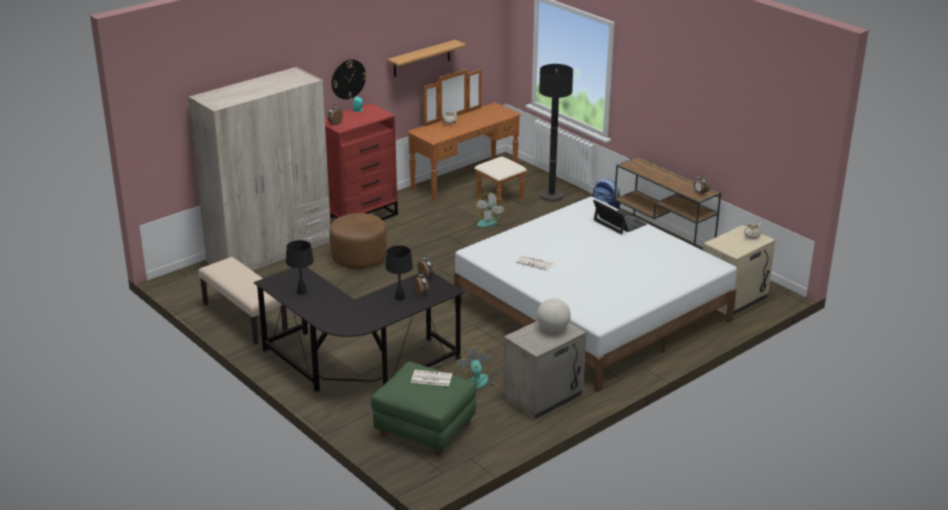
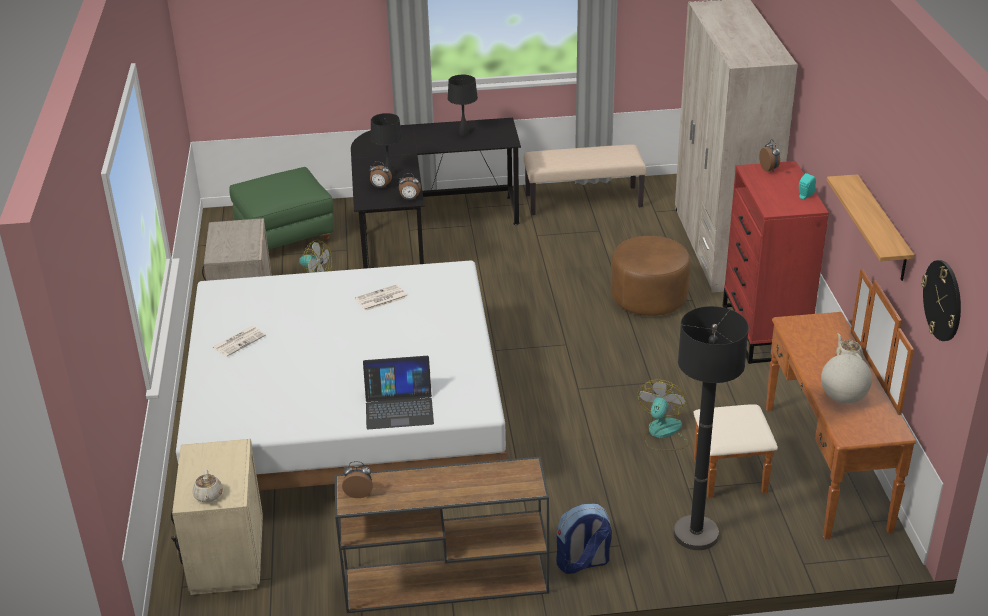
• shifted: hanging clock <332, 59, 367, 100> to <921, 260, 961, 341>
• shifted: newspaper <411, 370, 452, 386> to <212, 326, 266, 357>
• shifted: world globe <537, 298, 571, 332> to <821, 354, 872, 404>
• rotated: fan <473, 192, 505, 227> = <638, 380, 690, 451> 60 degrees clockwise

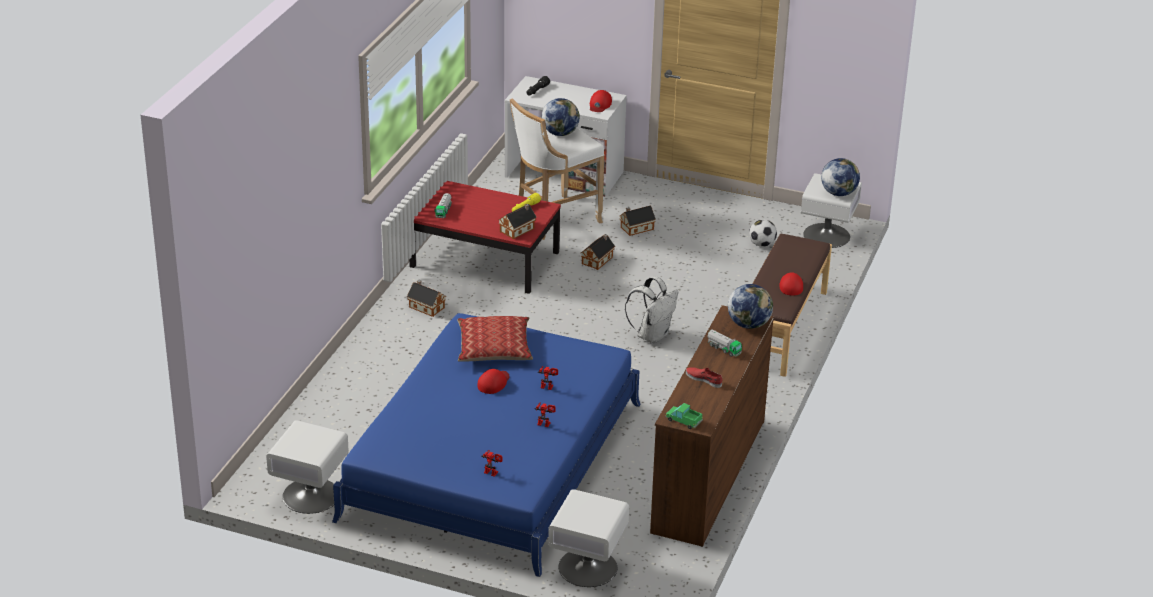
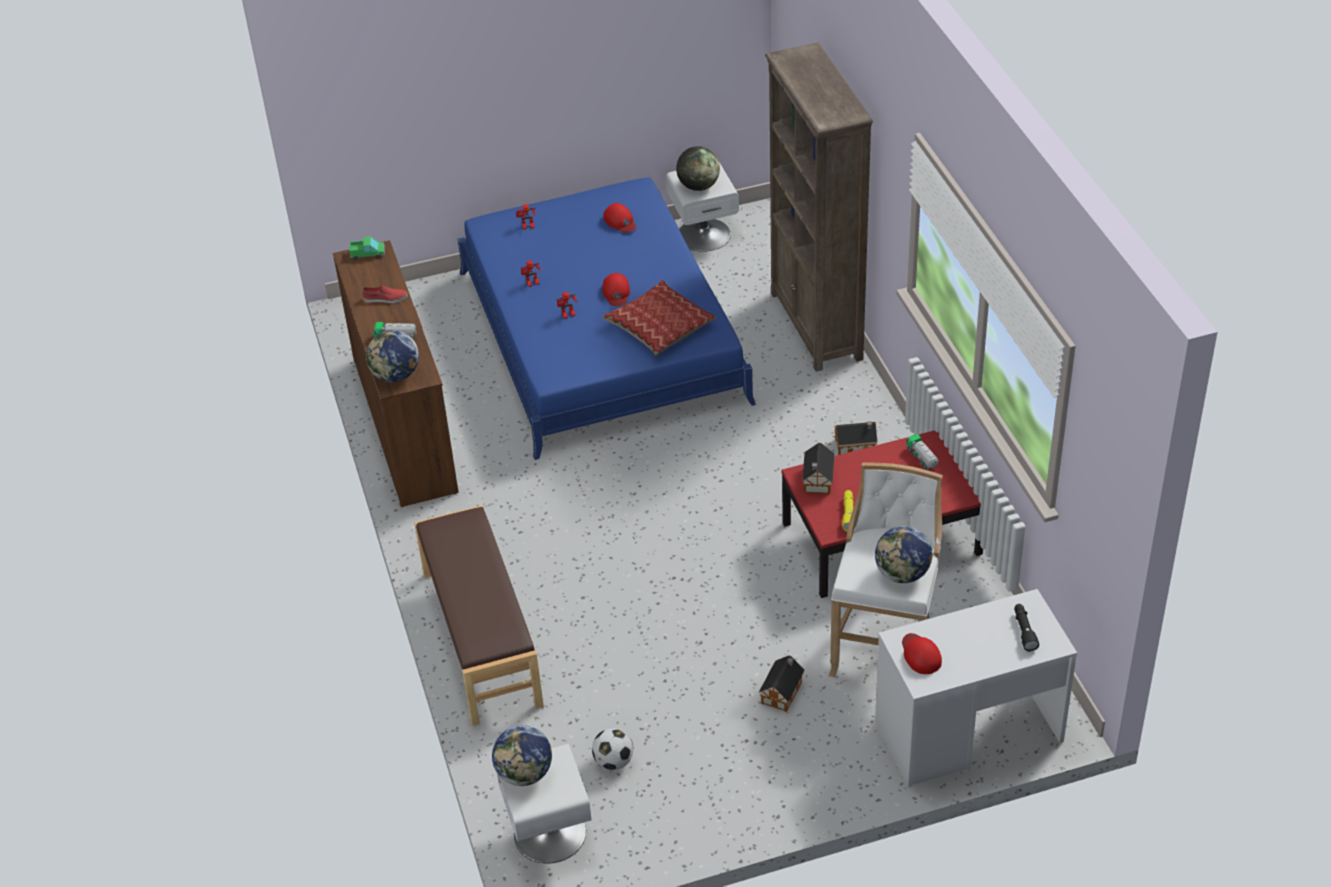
• gone: night table (white) <548, 489, 629, 587>
• gone: toy house <581, 234, 615, 270>
• gone: backpack (white) <625, 276, 678, 344>
• new: world globe <676, 146, 720, 191>
• new: bookcase (brown) <765, 42, 873, 372>
• shifted: baseball cap (reddish) <779, 272, 803, 296> to <603, 203, 636, 233>

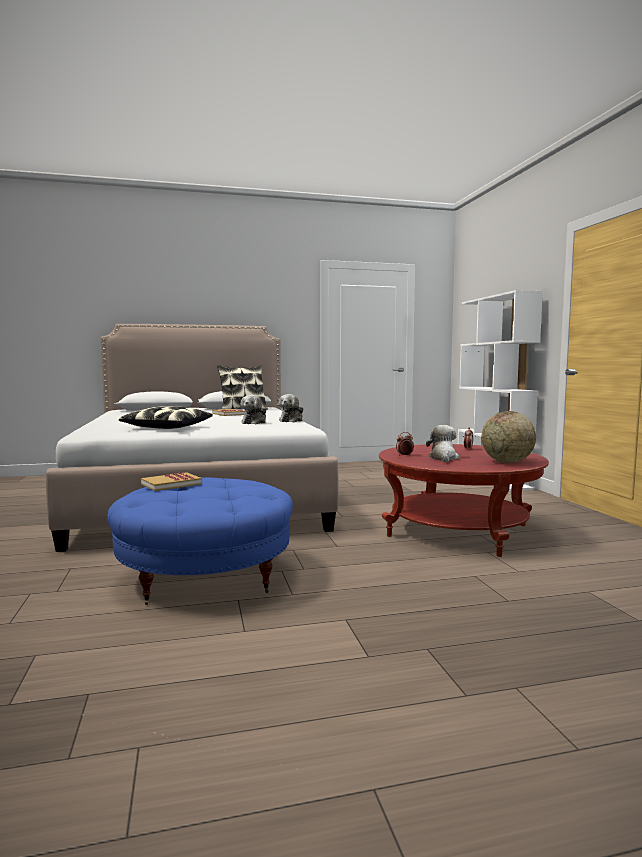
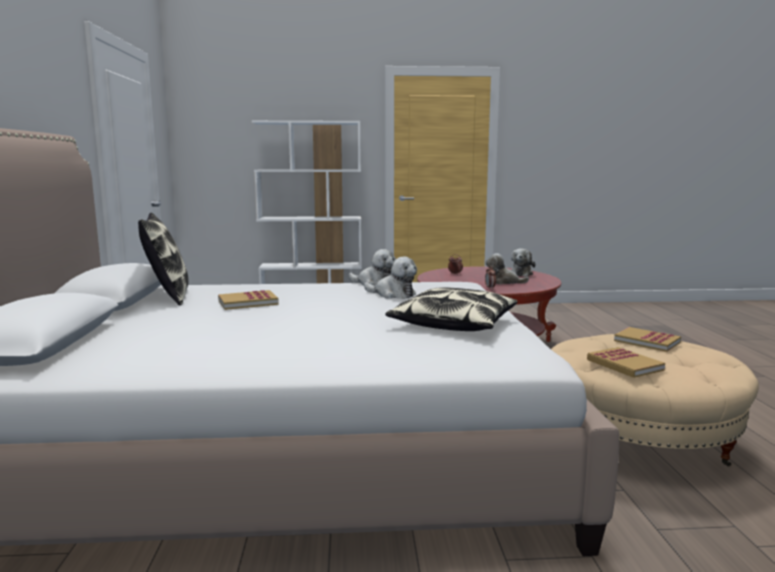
• new: book <614, 327, 681, 352>
• swapped: world globe <481, 411, 536, 463> to soft toy <511, 248, 536, 277>
• repainted: footrest (bluish) <107, 477, 293, 605> to footrest (beige) <551, 334, 759, 467>

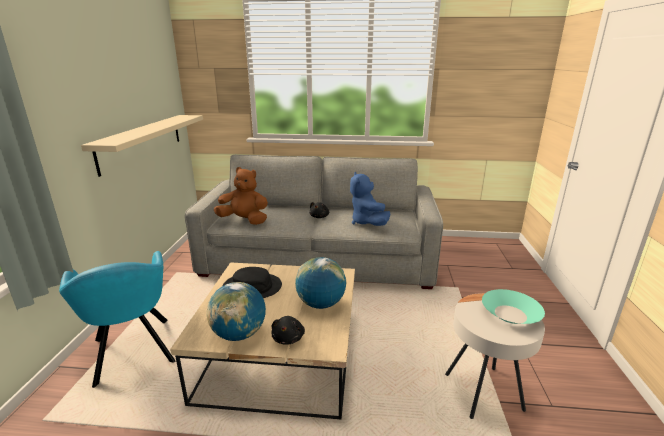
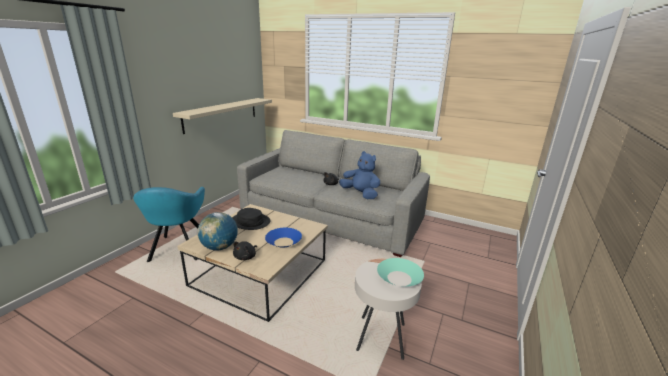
• gone: soft toy (brown) <214, 167, 268, 225>
• swapped: world globe <295, 257, 347, 309> to serving bowl (bluish) <265, 228, 302, 248>
• rotated: soft toy (bluish) <350, 172, 390, 226> = <339, 151, 380, 199> 120 degrees clockwise

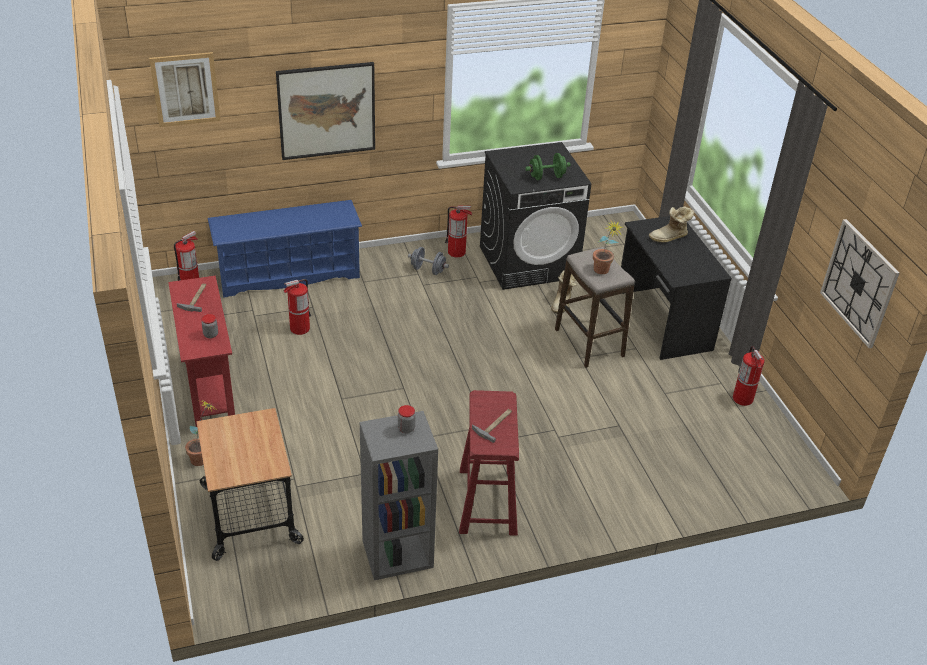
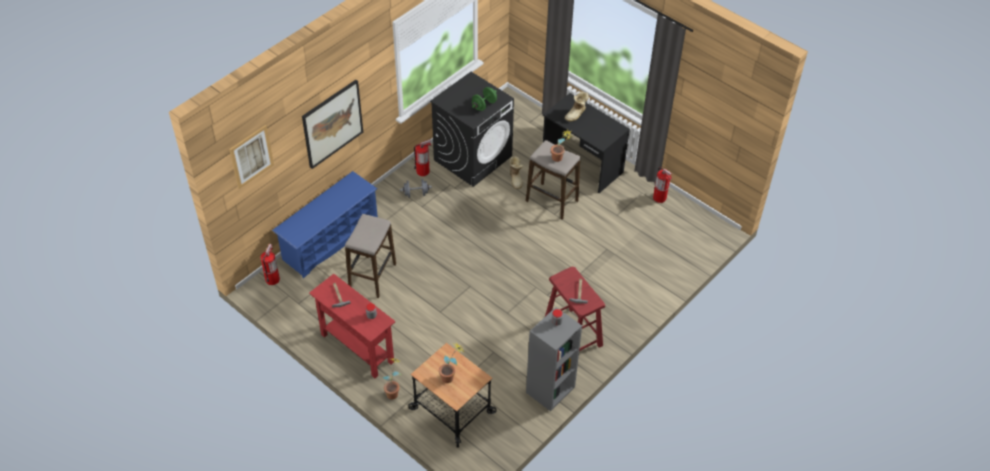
• gone: hanging clock <820, 219, 900, 348>
• new: plant in a pot <439, 344, 463, 383>
• swapped: fire-fighting cylinder <283, 279, 311, 335> to stool seat <345, 214, 396, 298>

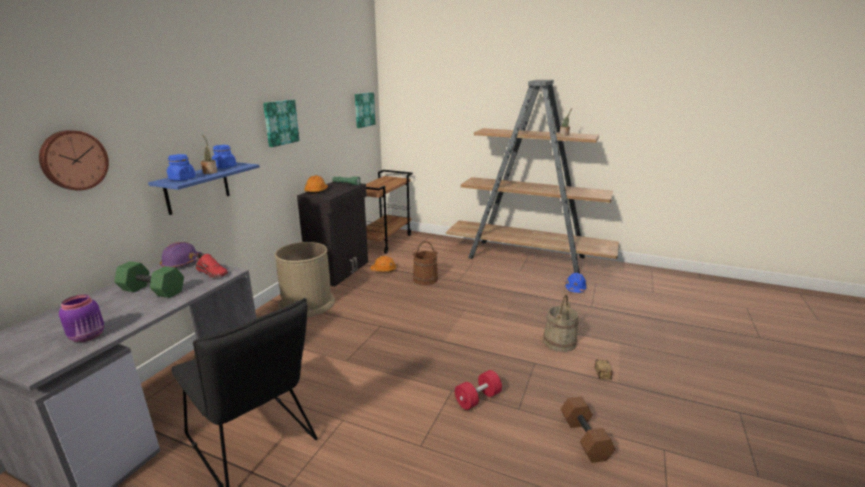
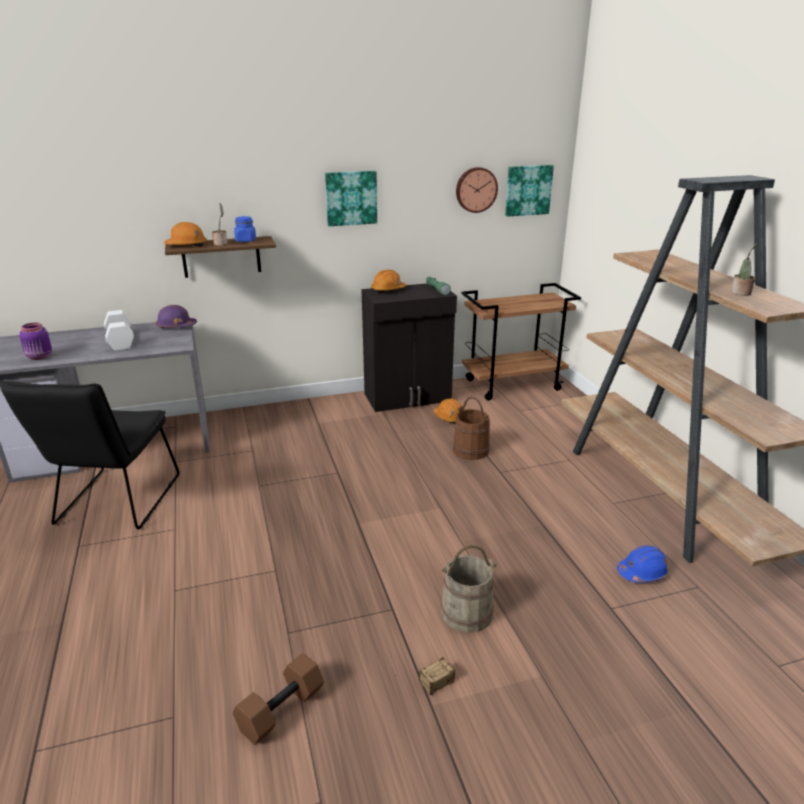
• gone: low shoe (reddish) <196, 253, 228, 278>
• gone: waste bin (brown) <275, 242, 335, 317>
• gone: free weight (reddish) <455, 370, 502, 410>
• shifted: hanging clock <39, 130, 109, 191> to <456, 167, 498, 213>
• swapped: preserve jar (bluish) <167, 154, 196, 181> to hard hat (orange-coloured) <164, 222, 207, 247>
• repainted: free weight (green-coloured) <114, 261, 184, 298> to free weight (white) <104, 310, 134, 351>
• repainted: bracket shelf (bluish) <148, 162, 260, 215> to bracket shelf (brown) <165, 236, 276, 278>

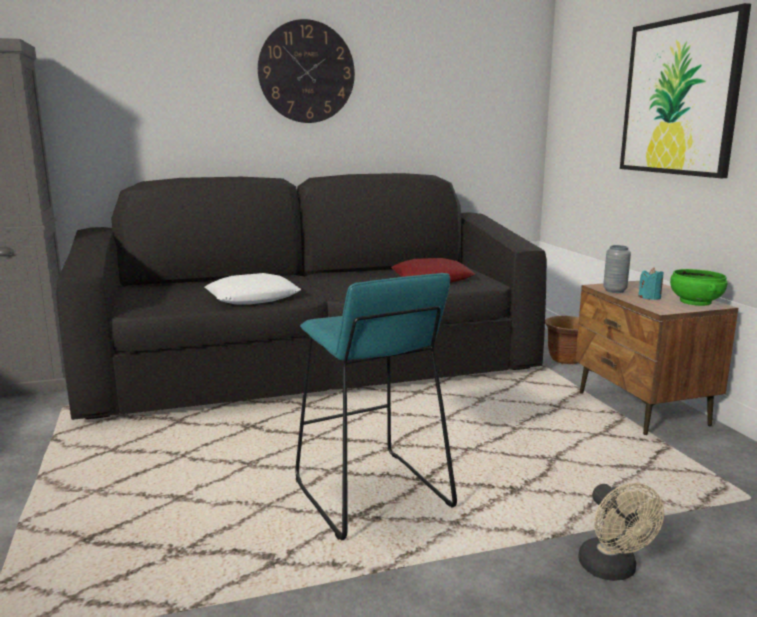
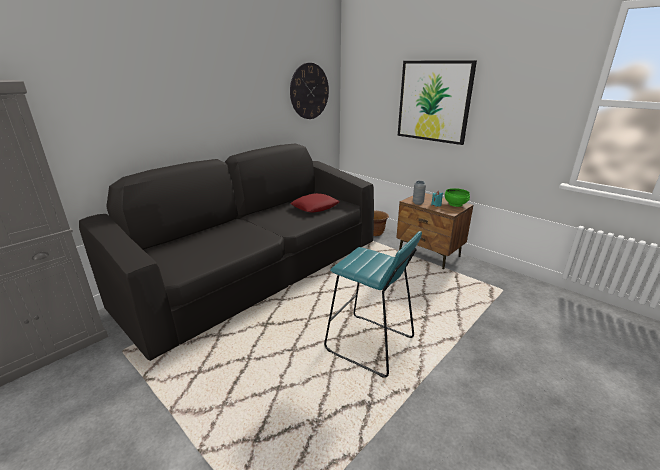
• gone: throw pillow (white) <205, 273, 301, 305>
• gone: fan (beige) <578, 483, 664, 581>
• shifted: hanging clock <258, 19, 355, 123> to <290, 63, 329, 119>

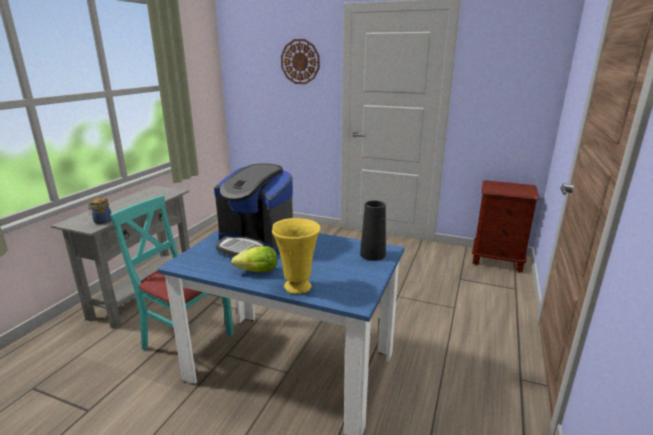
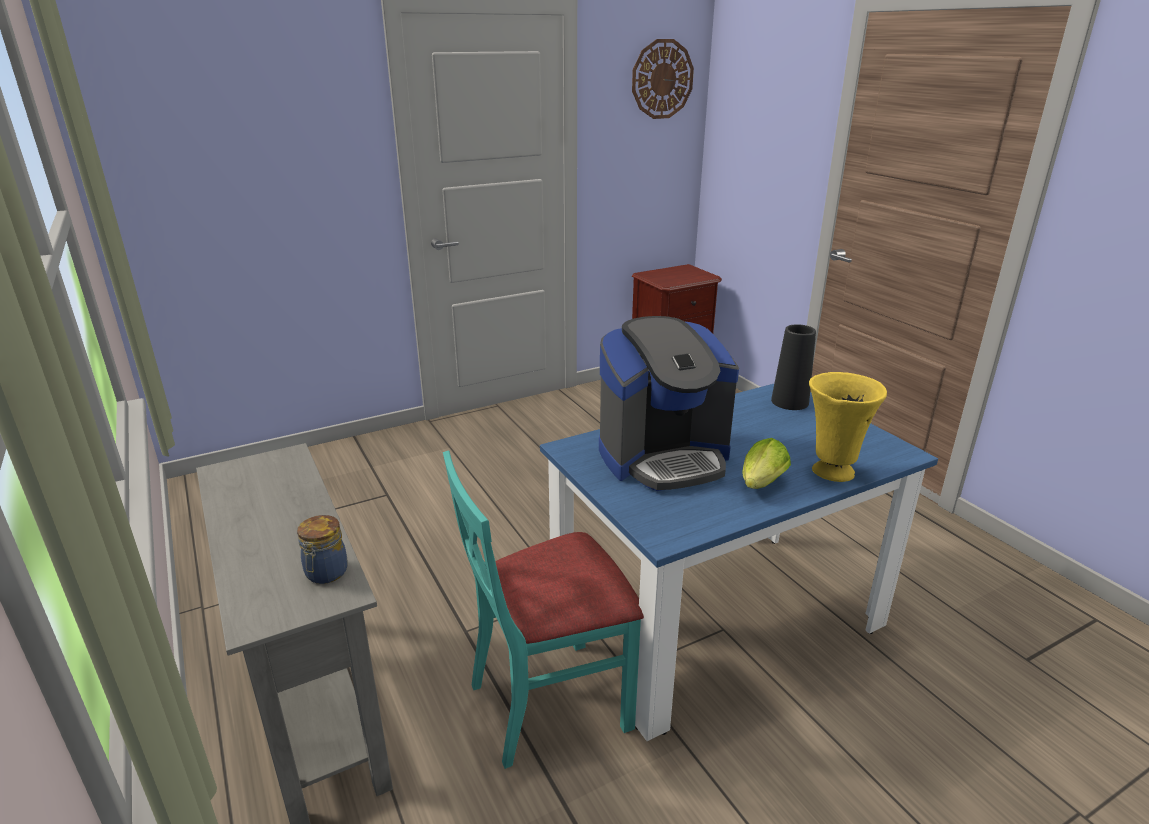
• shifted: hanging clock <281, 39, 320, 84> to <632, 39, 694, 119>

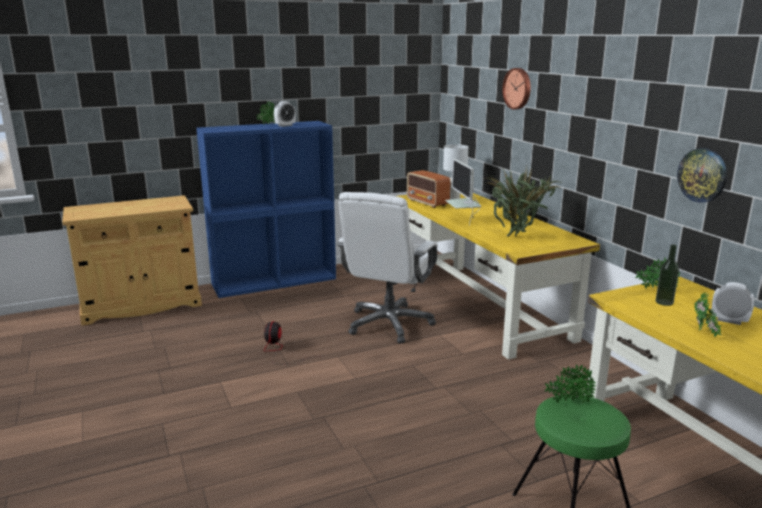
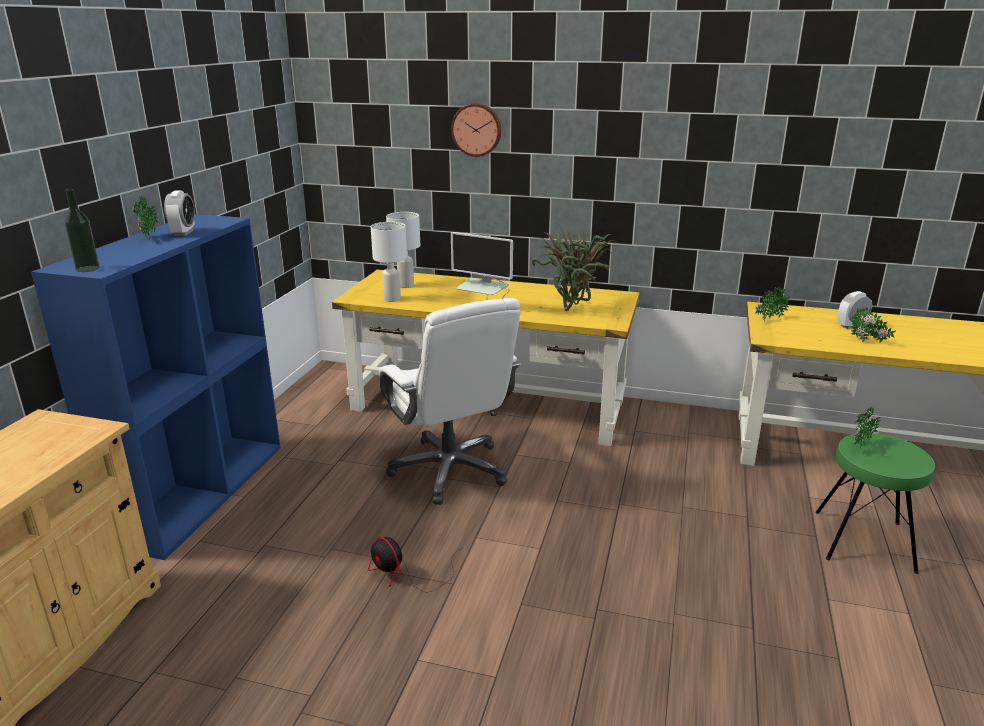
• gone: hanging clock <677, 148, 727, 203>
• shifted: drink bottle <656, 244, 679, 306> to <65, 189, 100, 272>
• swapped: radio set <407, 170, 450, 208> to lamp for a table (white) <371, 222, 407, 302>

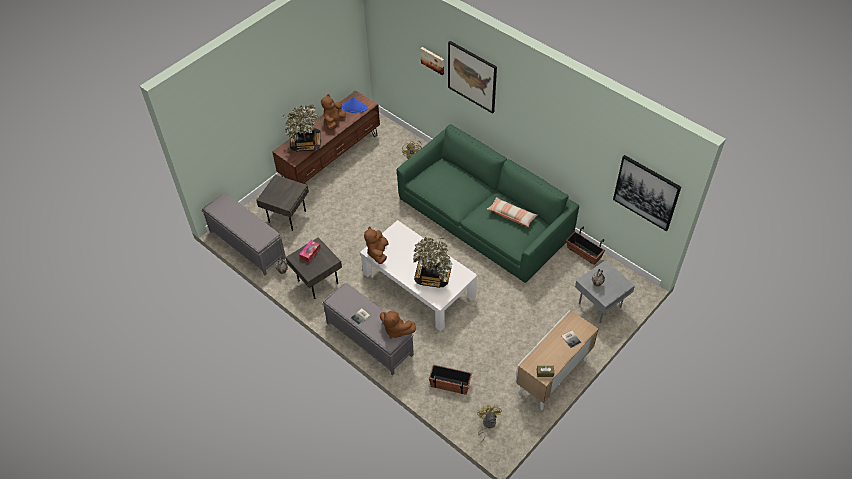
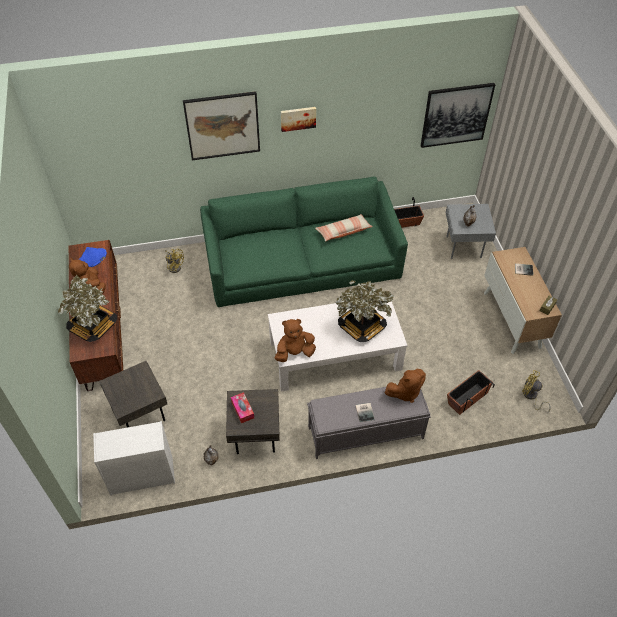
• shifted: picture <421, 47, 444, 75> to <281, 107, 316, 132>
• swapped: long seat (greyish) <202, 193, 286, 276> to dresser (white) <93, 421, 175, 495>
• rotated: soft toy (brown) <364, 226, 389, 264> = <274, 319, 316, 362> 120 degrees clockwise

